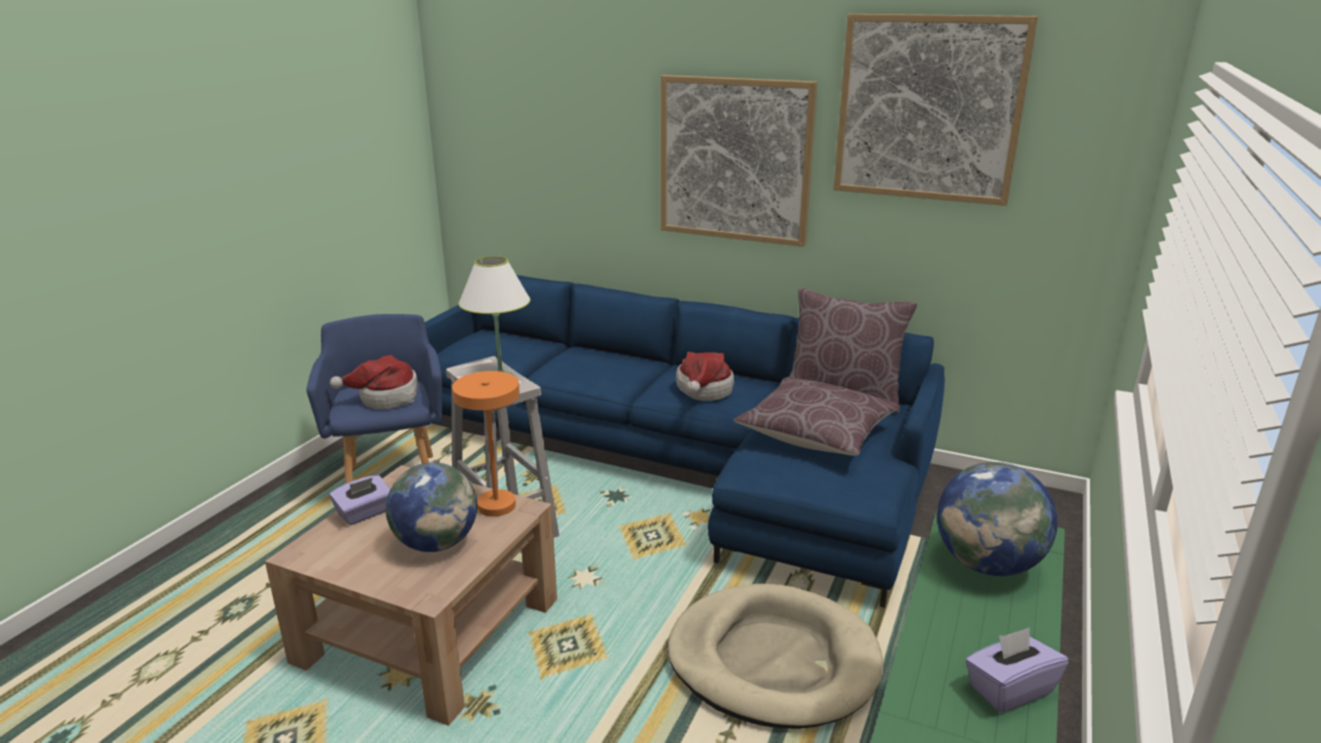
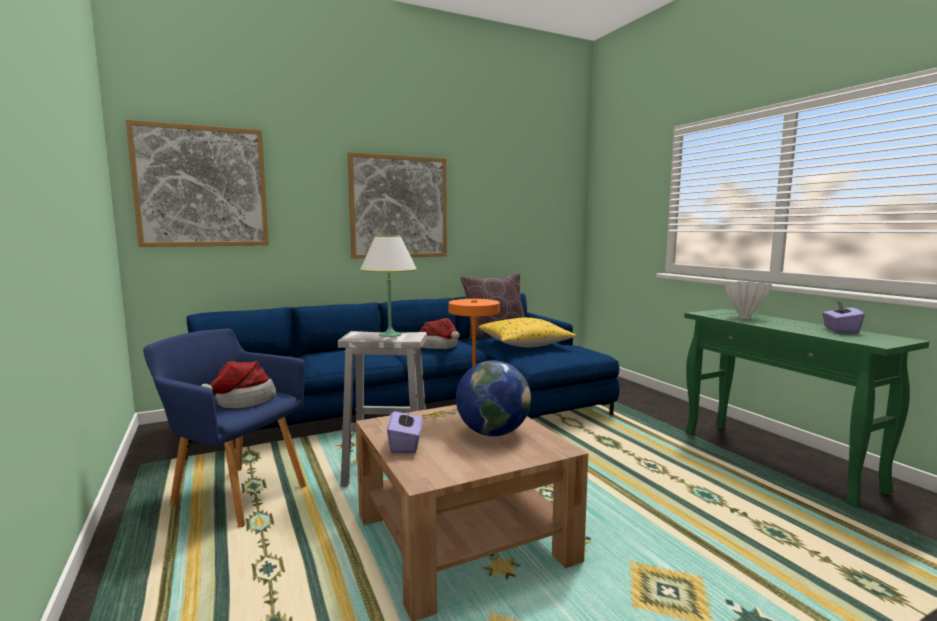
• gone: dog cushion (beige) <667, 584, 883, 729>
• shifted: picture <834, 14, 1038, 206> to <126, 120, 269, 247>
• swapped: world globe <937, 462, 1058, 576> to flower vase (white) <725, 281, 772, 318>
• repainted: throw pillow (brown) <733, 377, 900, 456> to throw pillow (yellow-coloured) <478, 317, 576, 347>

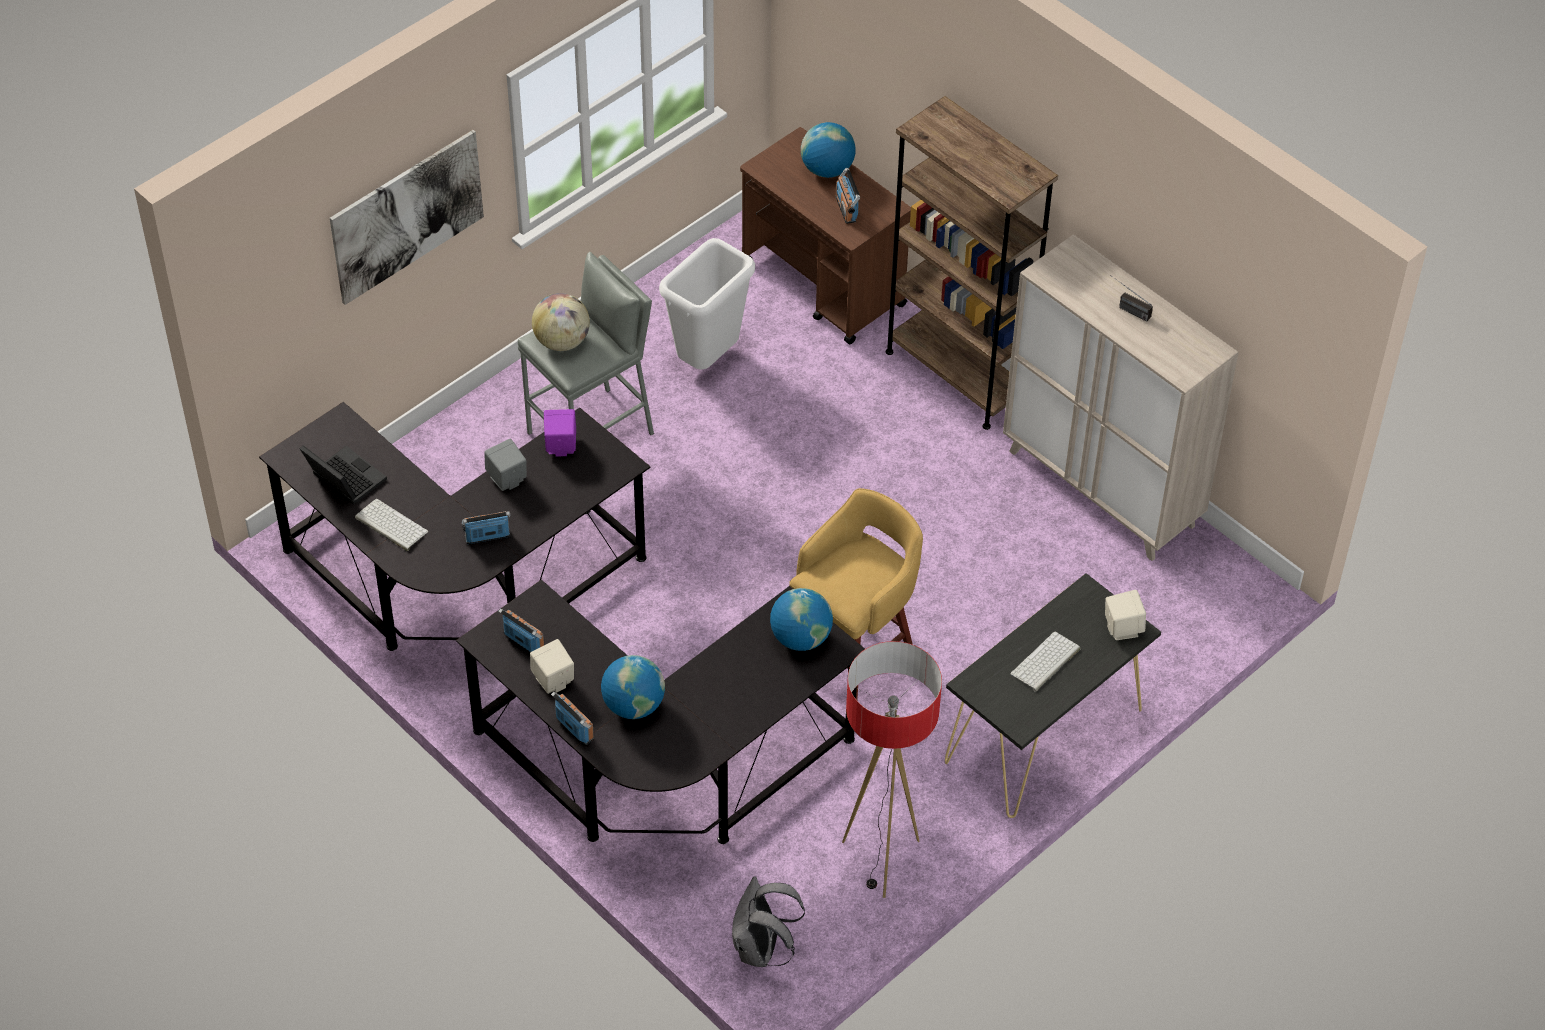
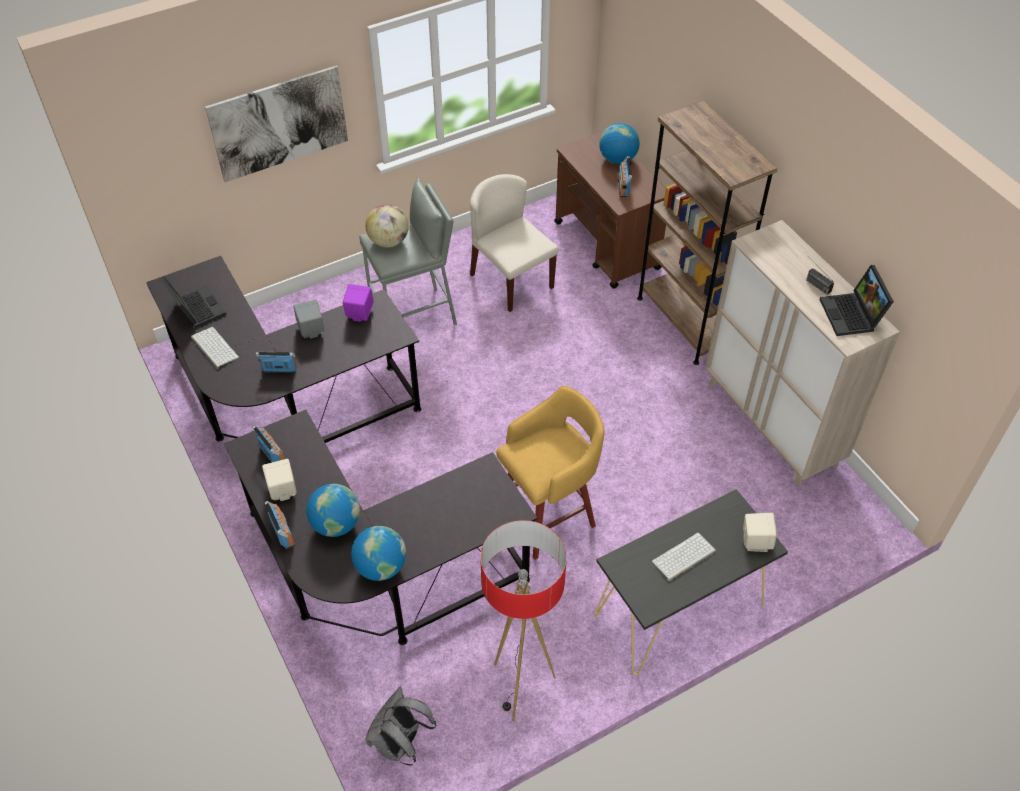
• new: notebook computer <819, 265, 894, 336>
• shifted: world globe <770, 588, 833, 651> to <351, 526, 406, 581>
• swapped: waste bin (white) <659, 238, 755, 370> to upright chair (beige) <470, 174, 558, 312>

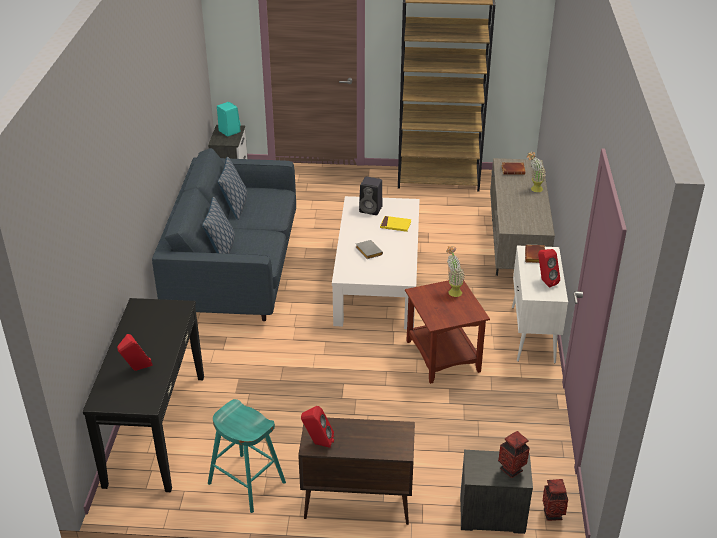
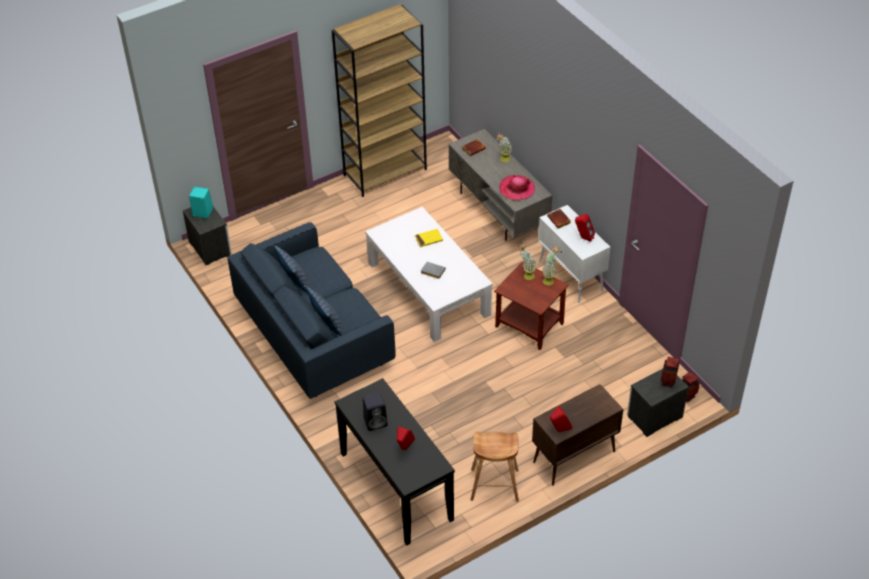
• new: hat <499, 175, 535, 200>
• new: plant in a pot <542, 246, 559, 285>
• shifted: speaker (blackish) <359, 177, 382, 215> to <363, 393, 388, 431>
• repainted: stool seat (turquoise) <208, 399, 286, 513> to stool seat (brown) <471, 432, 519, 502>

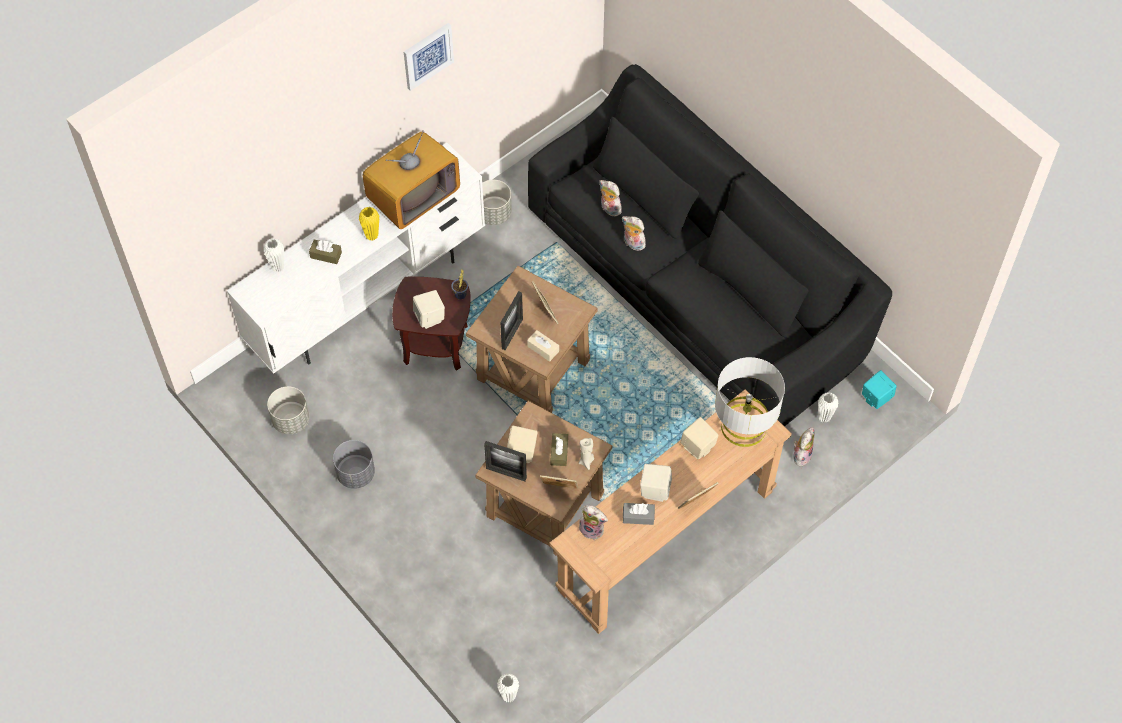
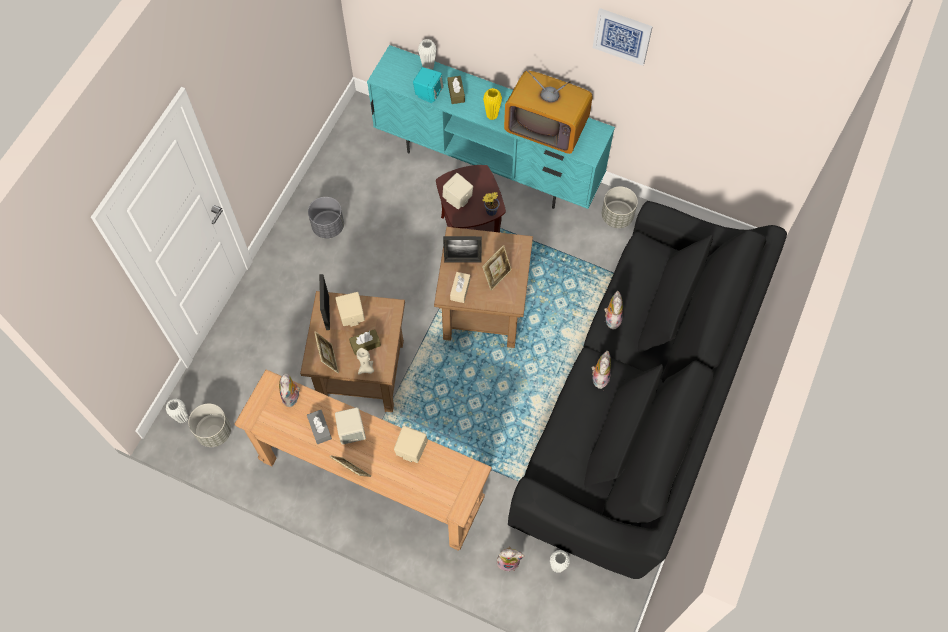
• gone: lamp for a table (greyish) <715, 357, 785, 447>
• shifted: flower pot (greyish) <267, 386, 309, 434> to <188, 403, 231, 447>
• shifted: soft toy <599, 180, 622, 217> to <592, 351, 611, 389>
• shifted: speaker (turquoise) <862, 370, 897, 409> to <413, 67, 444, 103>
• repainted: media console (white) <227, 143, 485, 374> to media console (turquoise) <367, 45, 615, 209>

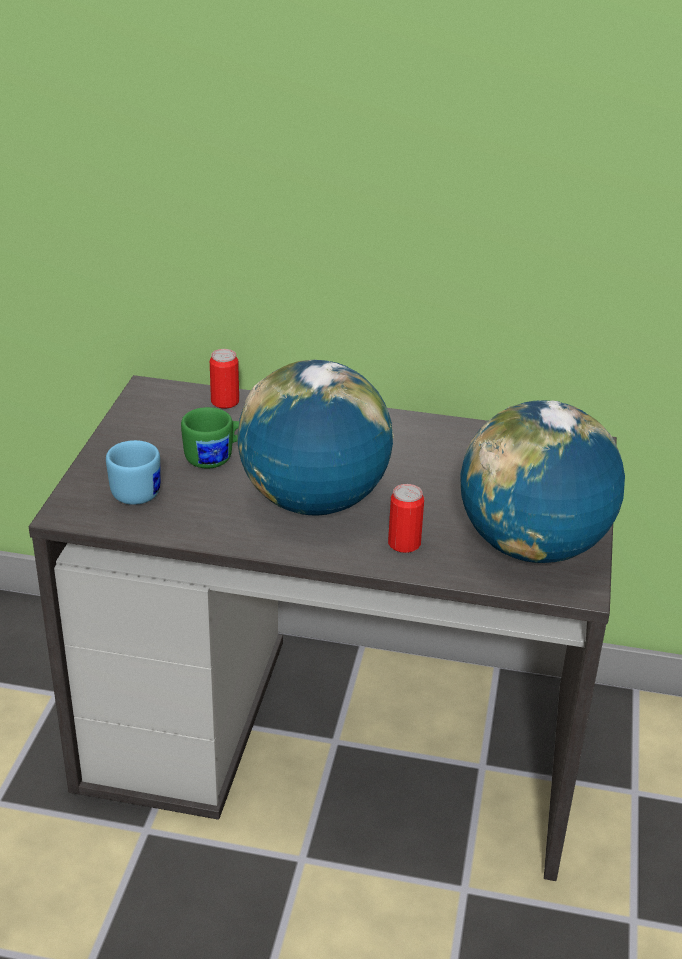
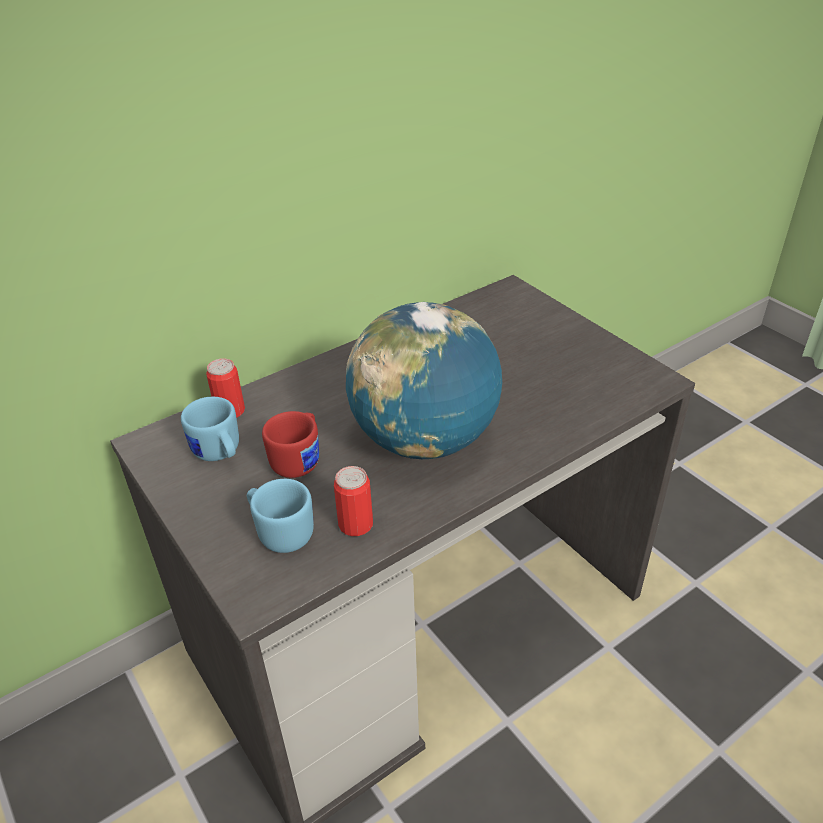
• gone: world globe <460, 400, 625, 563>
• new: mug (bluish) <181, 397, 239, 461>
• shifted: metal can <388, 484, 424, 553> to <334, 466, 373, 536>
• repainted: mug (green-coloured) <181, 407, 239, 468> to mug (reddish) <262, 411, 319, 478>

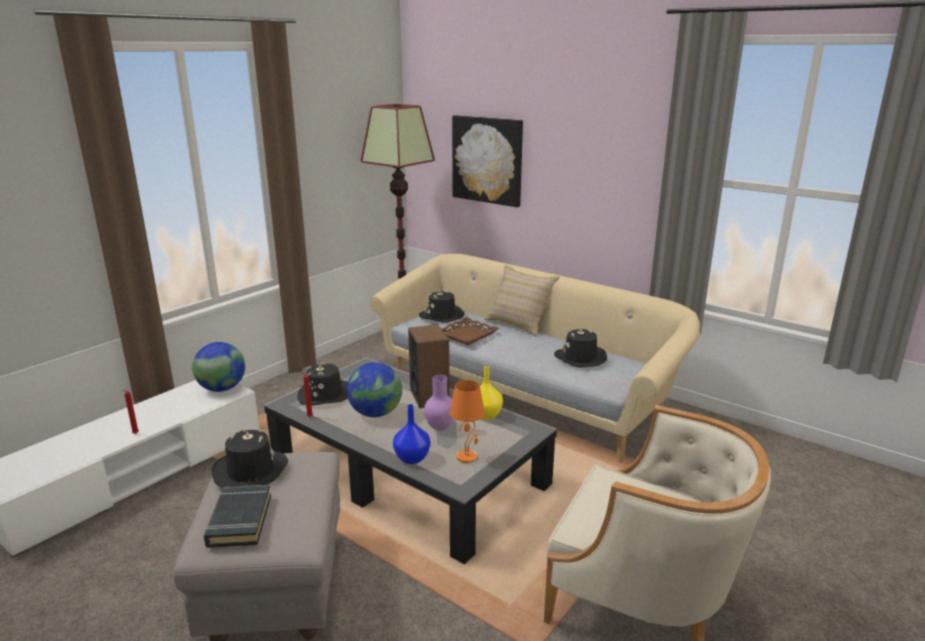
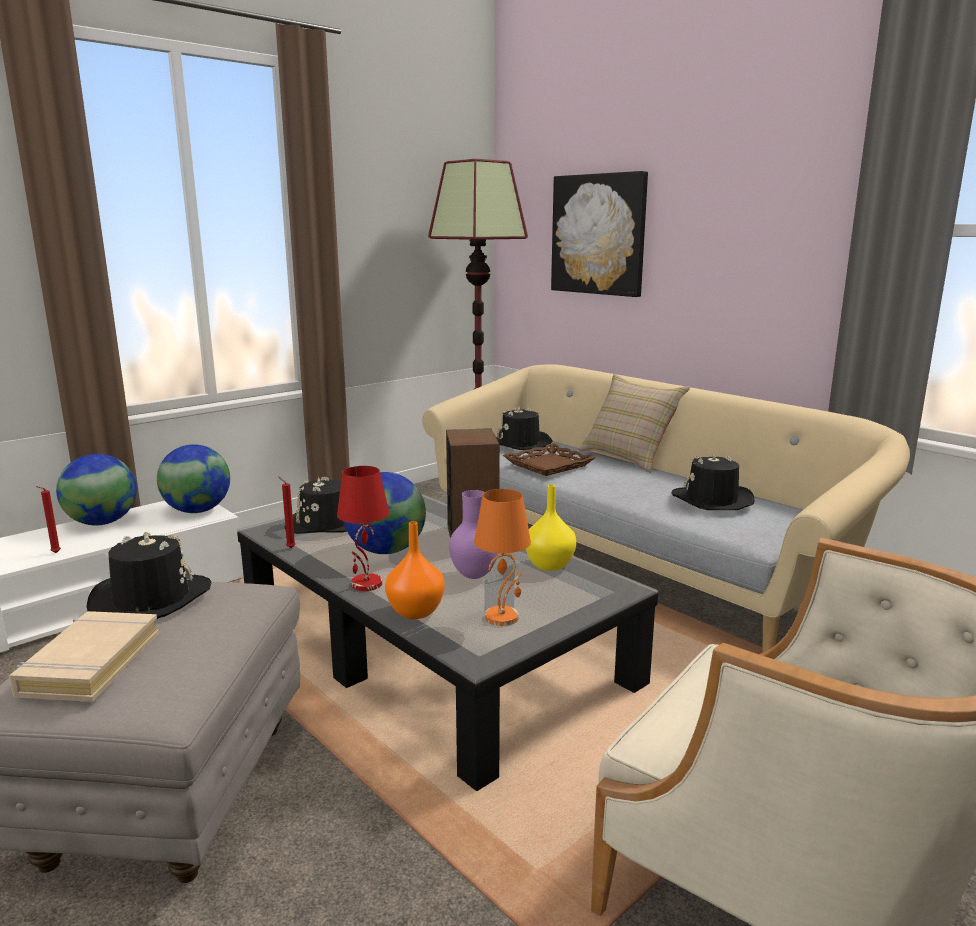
• new: world globe <56, 454, 137, 525>
• new: lamp for a table (reddish) <337, 466, 389, 591>
• repainted: book (blackish) <204, 485, 271, 548> to book (beige) <9, 611, 159, 702>
• repainted: flower vase (bluish) <393, 404, 430, 464> to flower vase (orange-coloured) <385, 521, 445, 619>

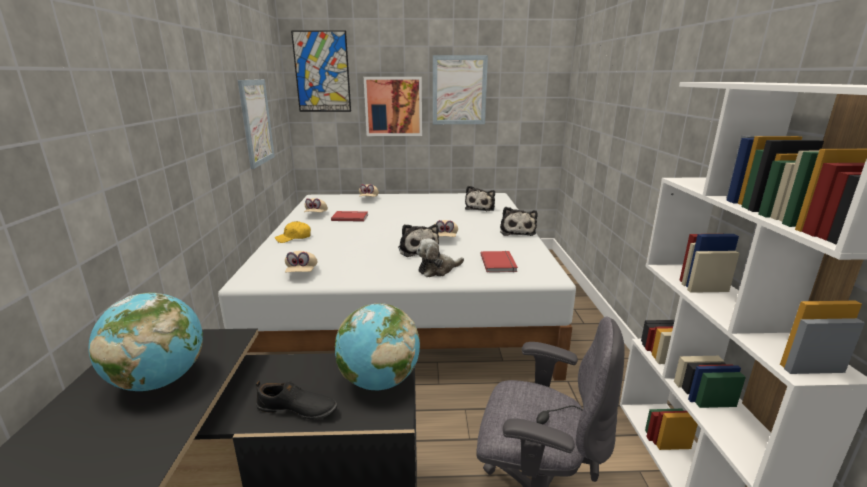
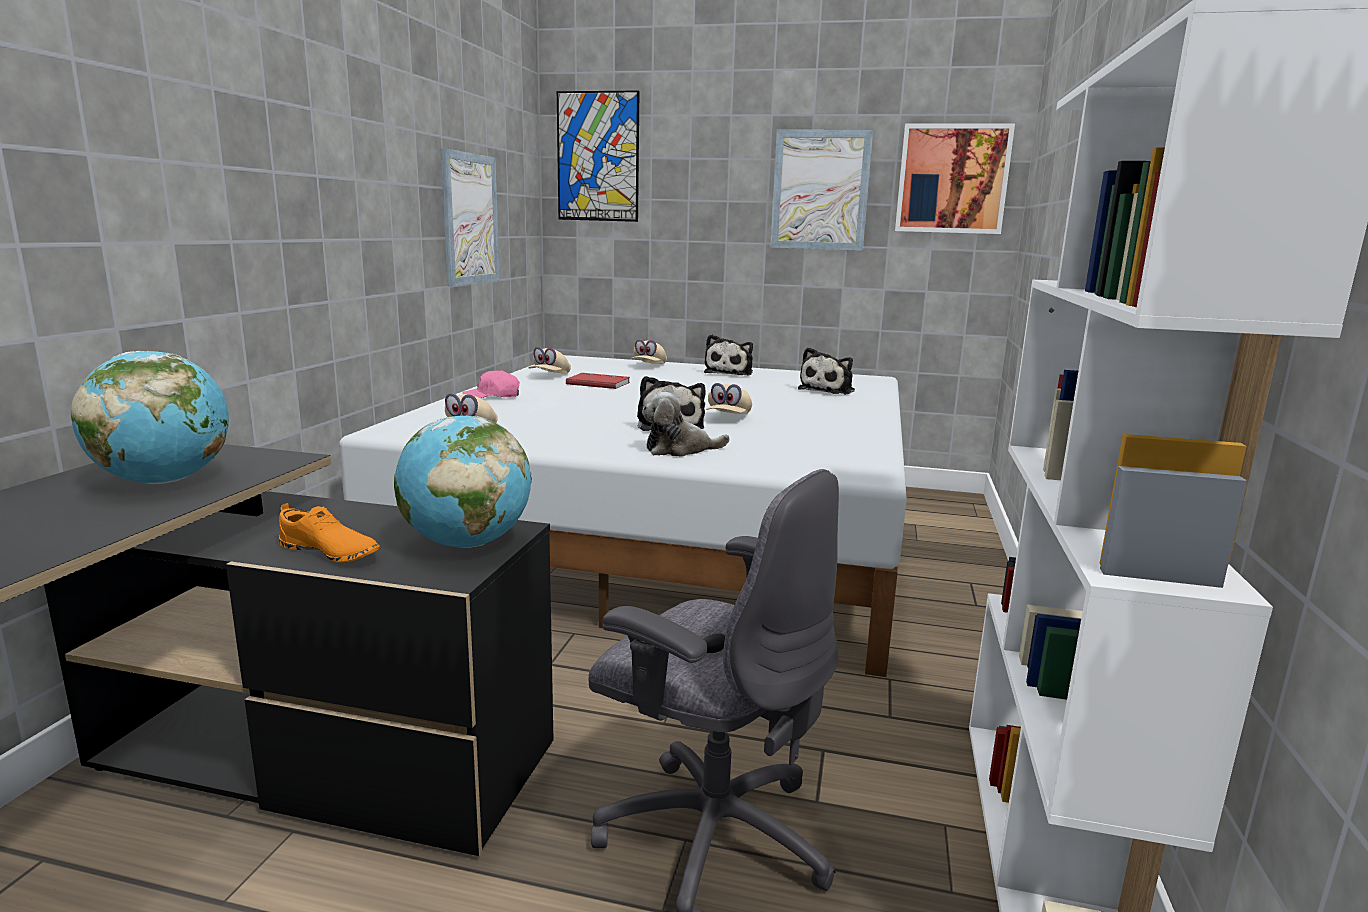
• gone: book (reddish) <480, 251, 518, 272>
• shifted: picture <364, 77, 422, 136> to <895, 123, 1015, 234>
• shifted: soft toy <500, 207, 538, 236> to <704, 334, 753, 375>
• repainted: low shoe (blackish) <256, 381, 337, 420> to low shoe (orange-coloured) <279, 502, 380, 563>
• repainted: baseball cap (yellow-coloured) <275, 221, 311, 243> to baseball cap (pinkish) <463, 370, 519, 398>

